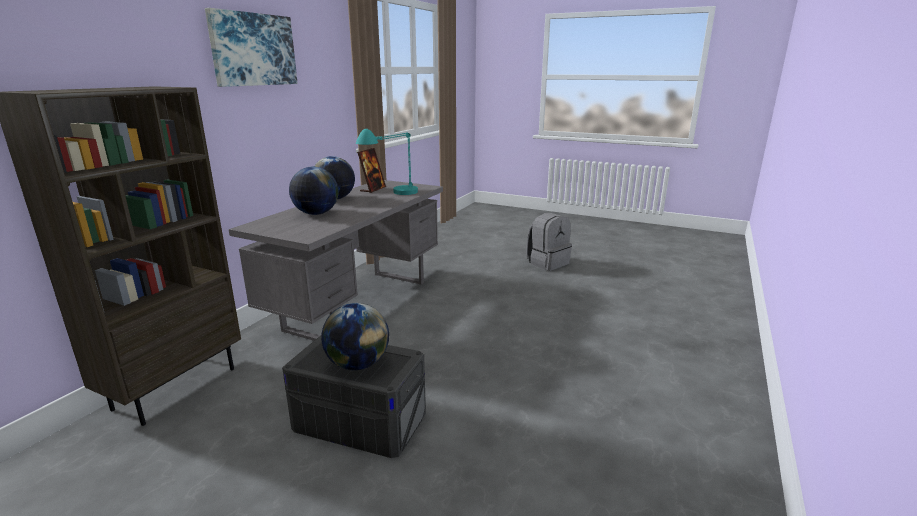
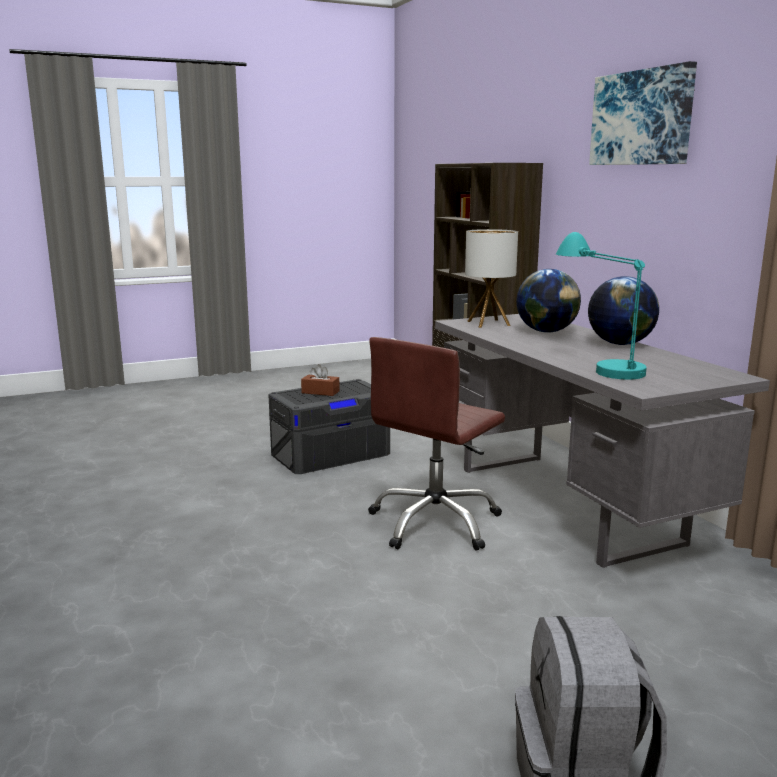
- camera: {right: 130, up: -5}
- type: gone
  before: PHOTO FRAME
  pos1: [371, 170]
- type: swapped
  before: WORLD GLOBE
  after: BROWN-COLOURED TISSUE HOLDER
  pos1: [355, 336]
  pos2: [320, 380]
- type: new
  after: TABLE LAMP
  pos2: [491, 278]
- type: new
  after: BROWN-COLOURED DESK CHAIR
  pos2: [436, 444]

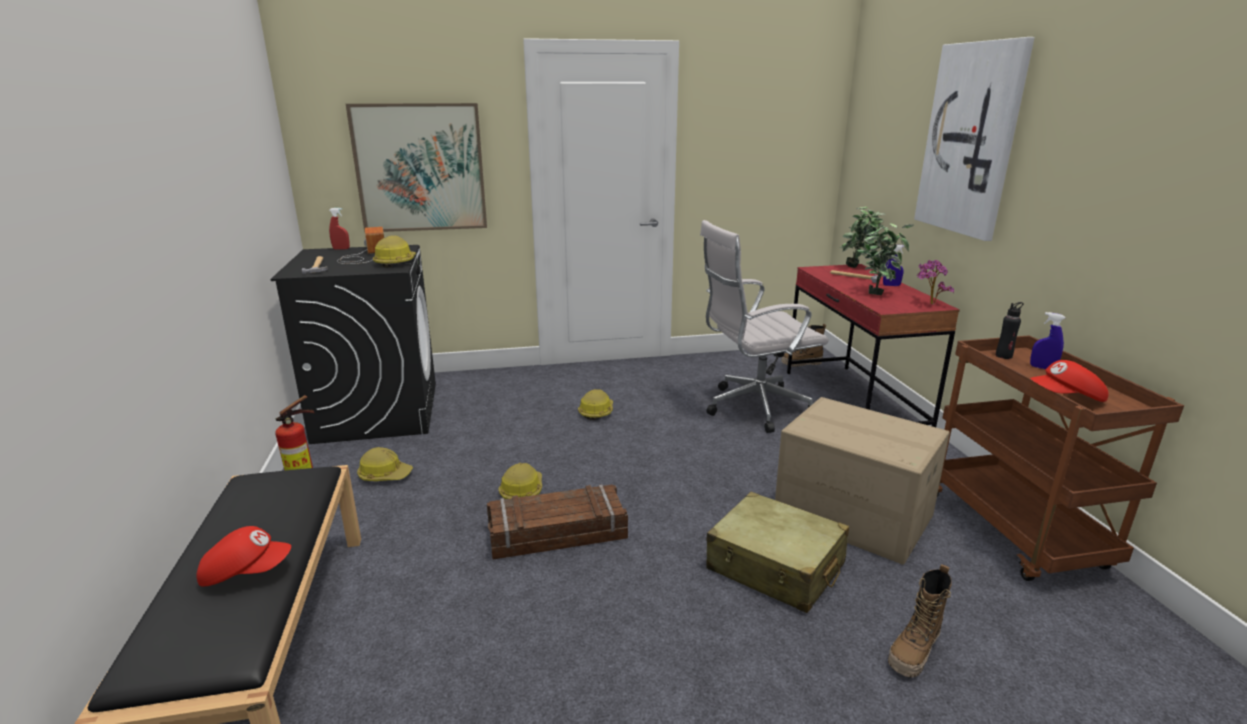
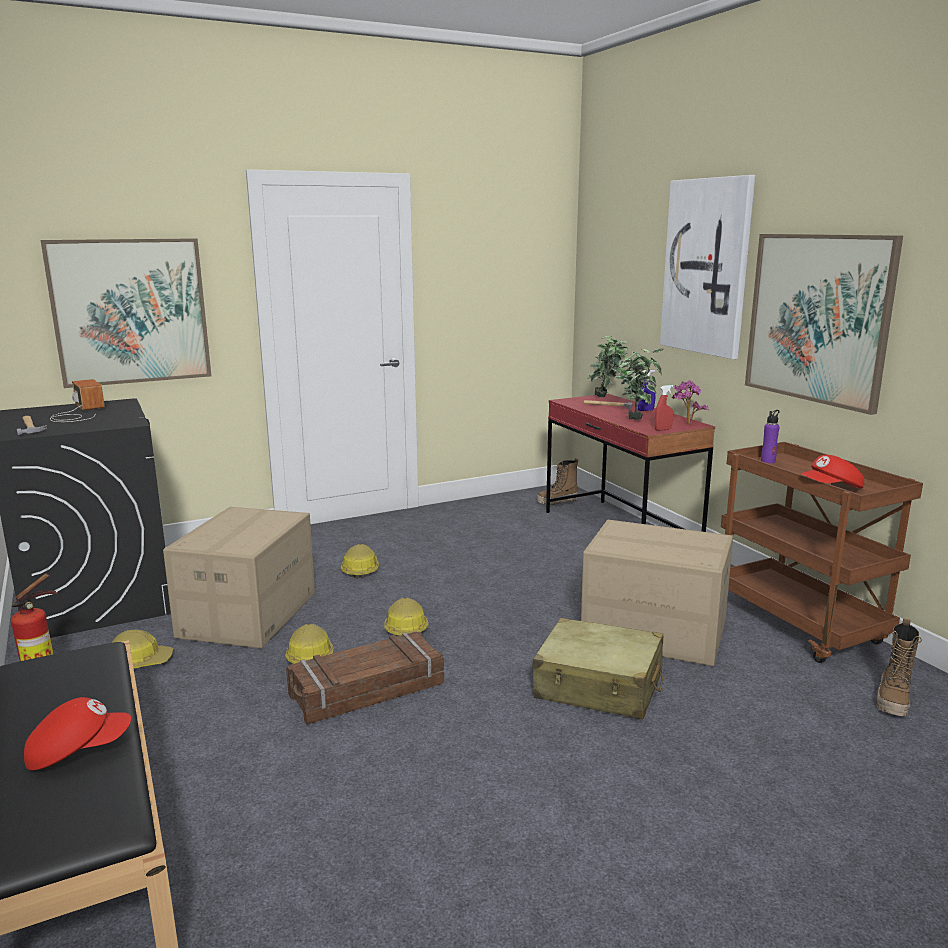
- camera: {right: -15, up: -5}
- type: shifted
  before: RED HAND SPRAYER
  pos1: [339, 229]
  pos2: [664, 408]
- type: gone
  before: WHITE-COLOURED DESK CHAIR
  pos1: [764, 326]
- type: shifted
  before: SAFETY HELMET
  pos1: [394, 251]
  pos2: [406, 616]
- type: repainted
  before: BLACKISH BEVERAGE BOTTLE
  after: PURPLISH BEVERAGE BOTTLE
  pos1: [1010, 330]
  pos2: [770, 436]
- type: gone
  before: BLUISH HAND SPRAYER
  pos1: [1047, 340]
- type: shifted
  before: BOOT
  pos1: [920, 621]
  pos2: [899, 667]
- type: new
  after: WALL PICTURE
  pos2: [824, 324]
- type: new
  after: CARTON
  pos2: [239, 577]

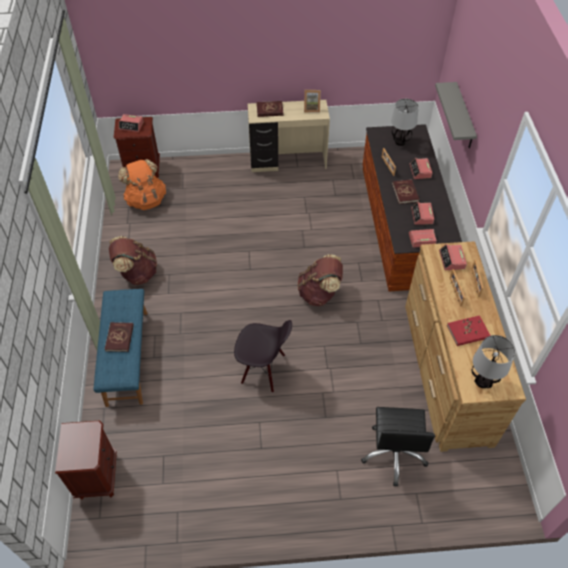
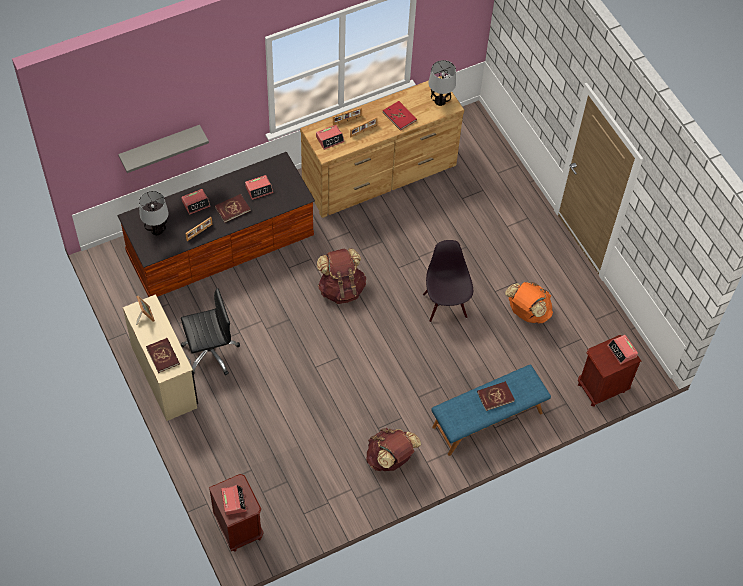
- camera: {right: -115, up: 5}
- type: shifted
  before: ORANGEY BACKPACK
  pos1: [142, 184]
  pos2: [529, 302]
- type: shifted
  before: TABLE CLOCK
  pos1: [423, 238]
  pos2: [622, 350]
- type: shifted
  before: BLACKISH DESK CHAIR
  pos1: [398, 446]
  pos2: [210, 332]

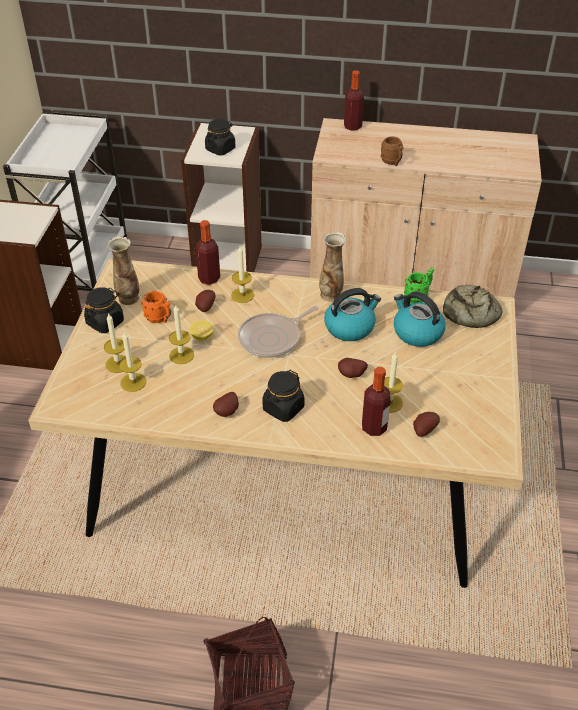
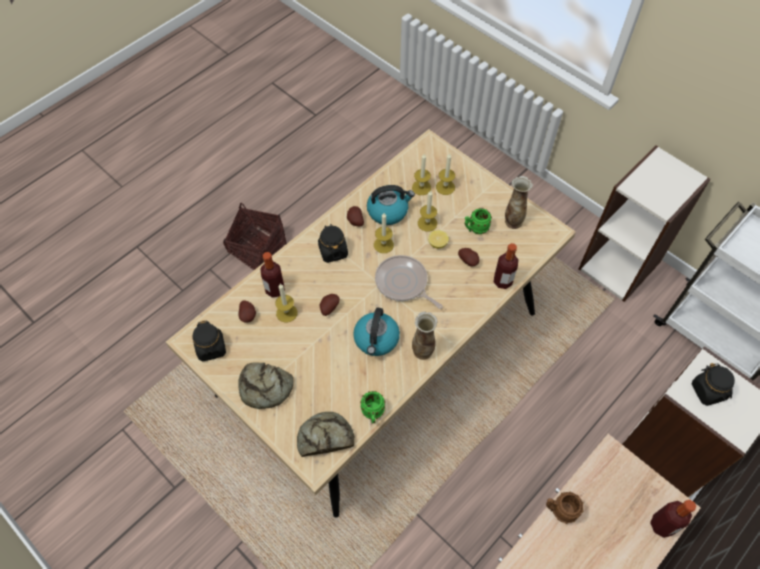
- camera: {right: 125, up: 15}
- type: shifted
  before: CANDLE
  pos1: [242, 274]
  pos2: [384, 233]
- type: shifted
  before: BLACKISH JAR
  pos1: [104, 310]
  pos2: [209, 340]
- type: repainted
  before: ORANGEY COFFEE MUG
  after: GREENISH COFFEE MUG
  pos1: [156, 307]
  pos2: [478, 221]
- type: shifted
  before: WATER KETTLE
  pos1: [420, 319]
  pos2: [391, 205]
- type: rotated
  before: FRYING PAN
  pos1: [278, 332]
  pos2: [409, 282]
  turn: -45
- type: new
  after: BREAD
  pos2: [266, 385]

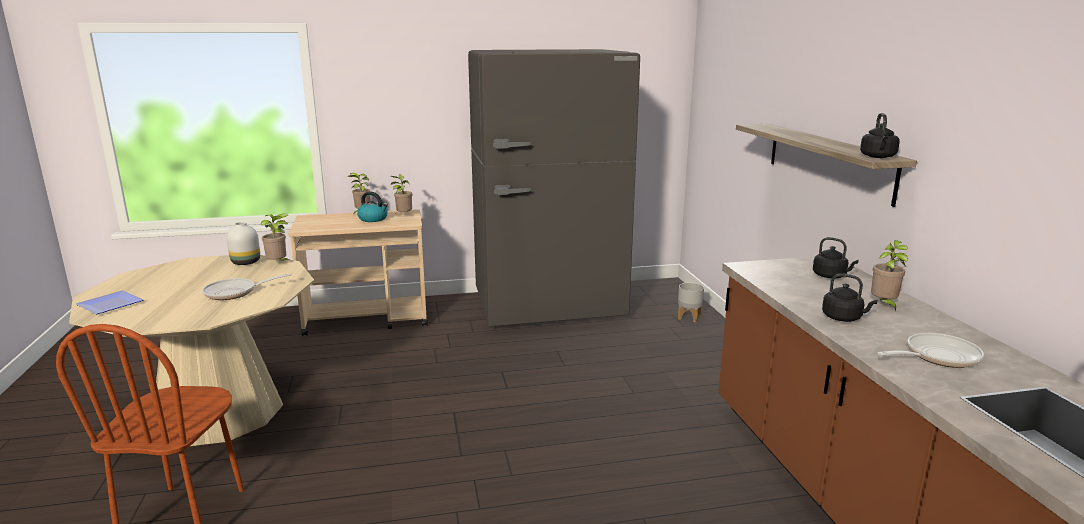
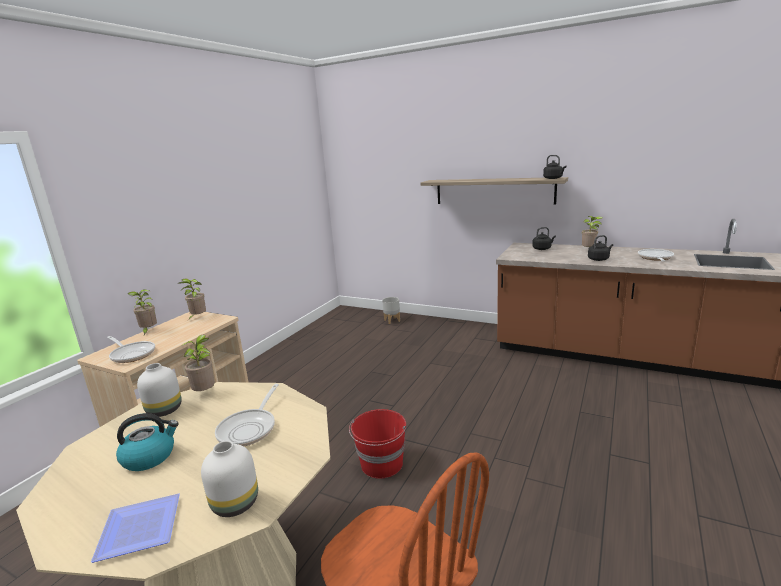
- camera: {right: -50, up: 0}
- type: gone
  before: GRAY KITCHEN FRIDGE
  pos1: [554, 188]
- type: shifted
  before: WATER KETTLE
  pos1: [372, 207]
  pos2: [147, 442]
- type: new
  after: FRYING PAN
  pos2: [131, 349]
- type: new
  after: RED WATER BUCKET
  pos2: [377, 444]
- type: new
  after: WHITE-COLOURED DECORATIVE VASE
  pos2: [229, 479]

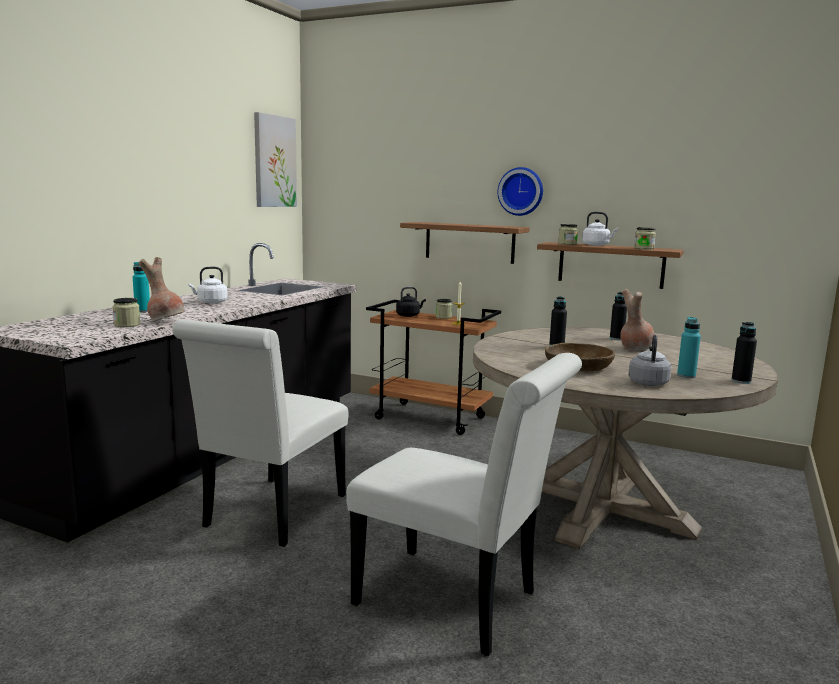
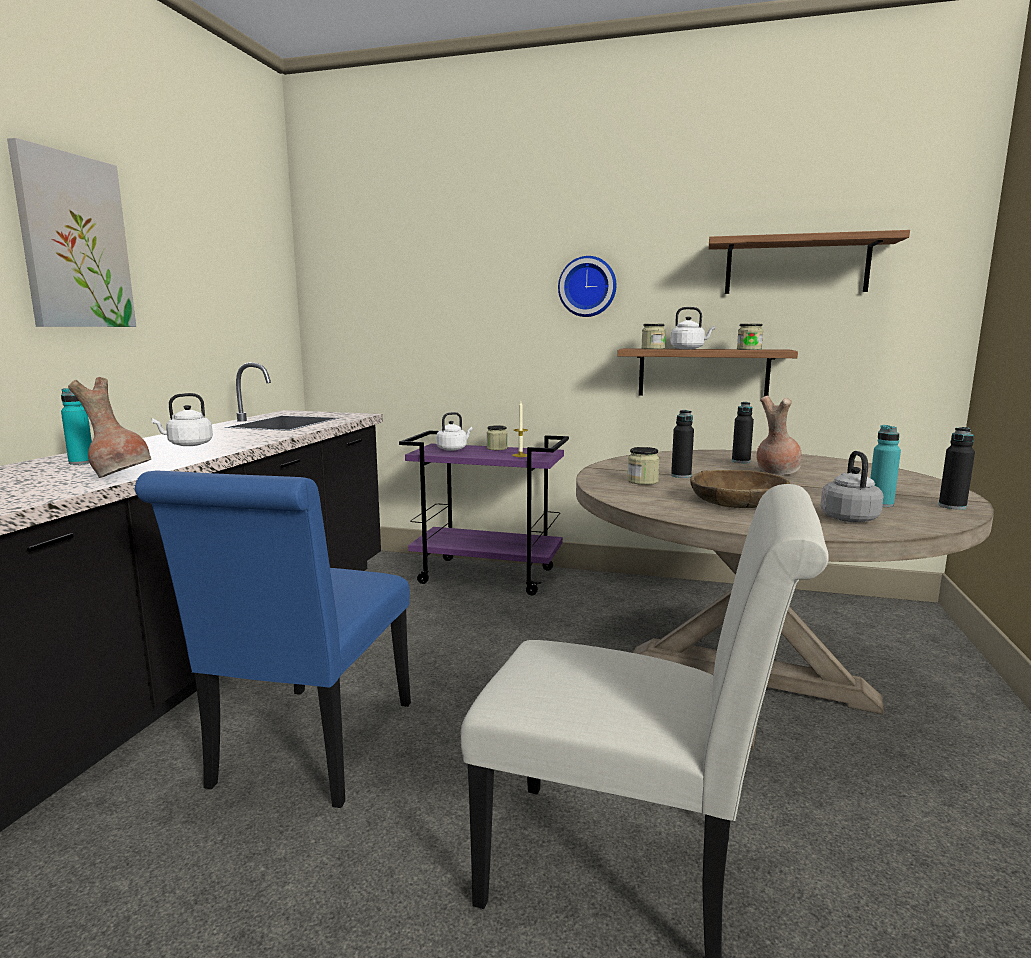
- camera: {right: -10, up: 0}
- type: shifted
  before: WALL PICTURE
  pos1: [275, 159]
  pos2: [71, 232]
- type: shifted
  before: SHELF
  pos1: [464, 243]
  pos2: [809, 262]
- type: repainted
  before: BLACKISH WATER KETTLE
  after: WHITE-COLOURED WATER KETTLE
  pos1: [411, 302]
  pos2: [454, 431]
- type: shifted
  before: JAR
  pos1: [126, 312]
  pos2: [643, 466]
- type: repainted
  before: BROWN-COLOURED CART
  after: PURPLISH CART
  pos1: [433, 367]
  pos2: [484, 513]
- type: repainted
  before: WHITE-COLOURED CHAIR
  after: BLUISH CHAIR
  pos1: [260, 433]
  pos2: [273, 639]

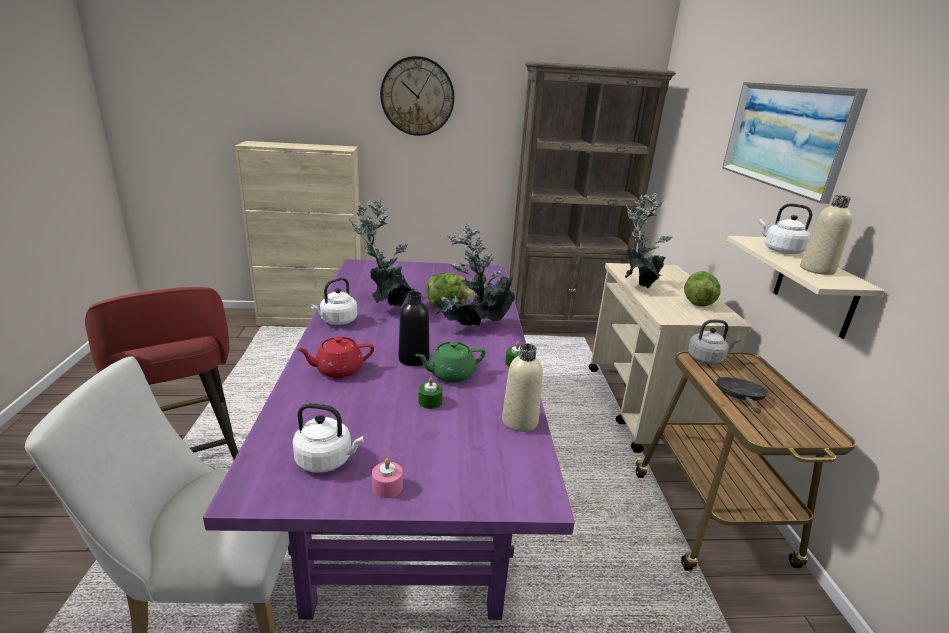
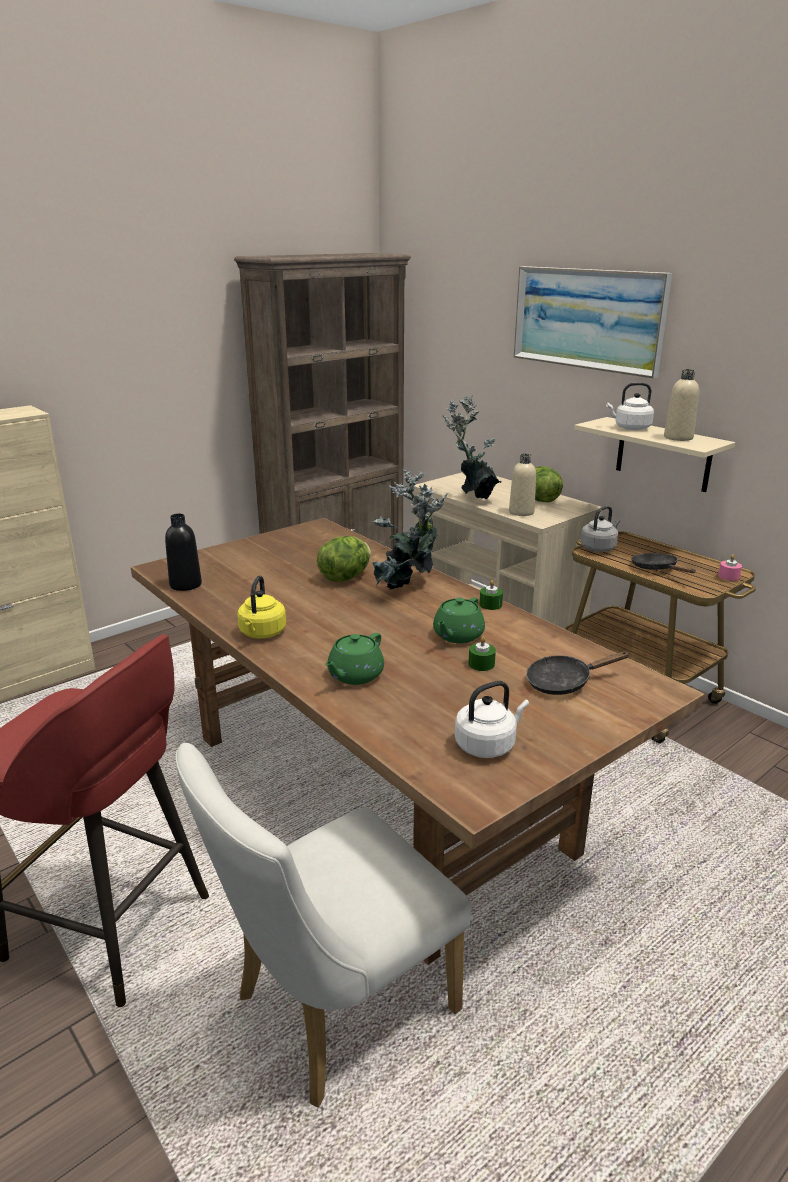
- camera: {right: -35, up: 0}
- type: gone
  before: CLOCK ON THE WALL
  pos1: [417, 96]
- type: gone
  before: PLANT IN A POT
  pos1: [381, 252]
- type: repainted
  before: PURPLISH KITCHEN TABLE
  after: BROWN-COLOURED KITCHEN TABLE
  pos1: [389, 439]
  pos2: [417, 741]
- type: repainted
  before: WHITE-COLOURED WATER KETTLE
  after: YELLOW WATER KETTLE
  pos1: [334, 301]
  pos2: [261, 607]
- type: shifted
  before: BLACKISH BEVERAGE BOTTLE
  pos1: [413, 328]
  pos2: [183, 552]
- type: repainted
  before: RED POT FOR TEA
  after: GREENISH POT FOR TEA
  pos1: [335, 357]
  pos2: [354, 659]
- type: shifted
  before: BEIGE BEVERAGE BOTTLE
  pos1: [522, 388]
  pos2: [522, 485]
- type: shifted
  before: PINK CANDLE
  pos1: [387, 478]
  pos2: [730, 567]
- type: new
  after: BLACKISH FRYING PAN
  pos2: [577, 673]

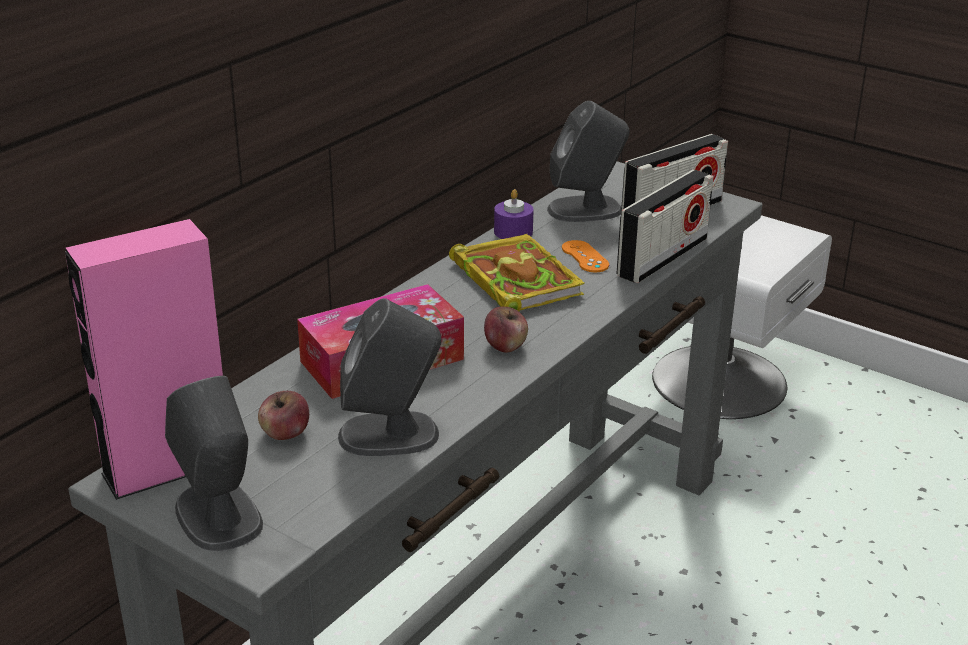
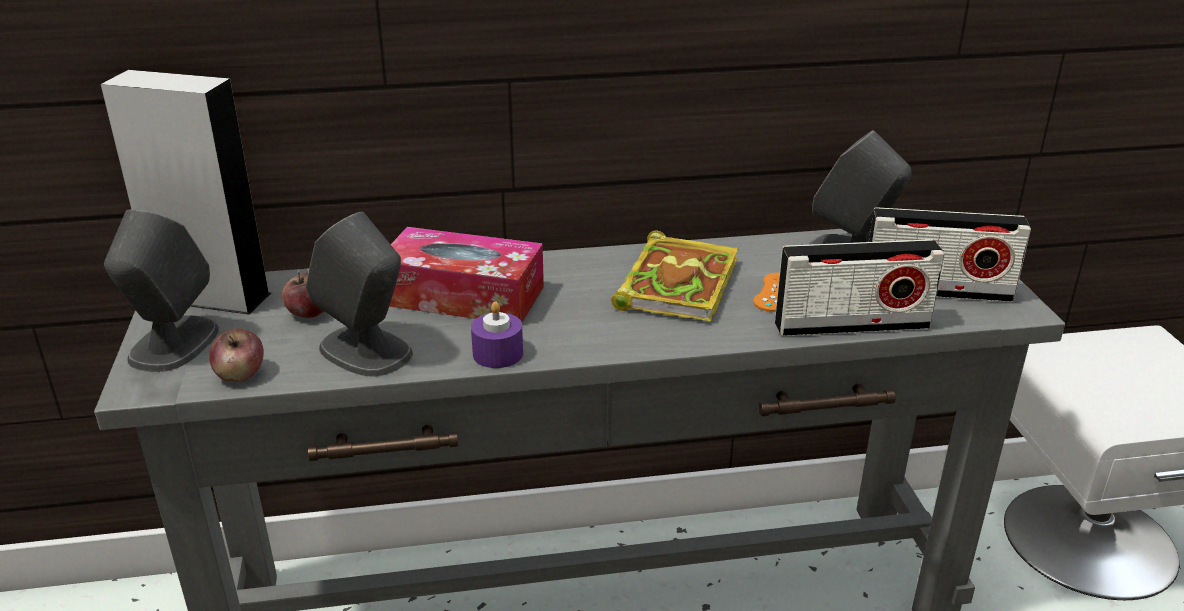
- camera: {right: 45, up: 0}
- type: shifted
  before: PURPLISH CANDLE
  pos1: [514, 214]
  pos2: [497, 334]
- type: repainted
  before: PINK AUDIO SPEAKER
  after: GRAY AUDIO SPEAKER
  pos1: [144, 359]
  pos2: [185, 192]
- type: shifted
  before: APPLE
  pos1: [506, 330]
  pos2: [236, 355]

